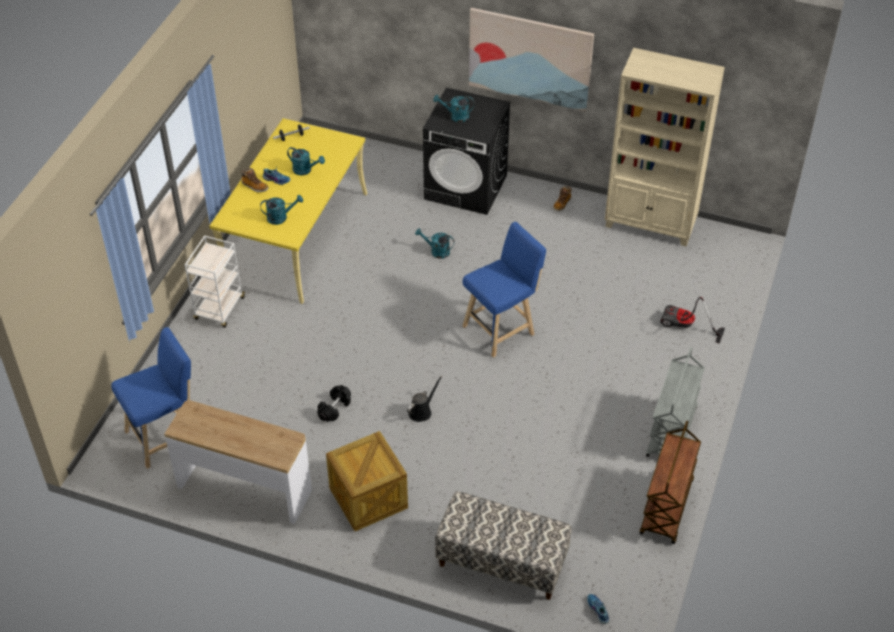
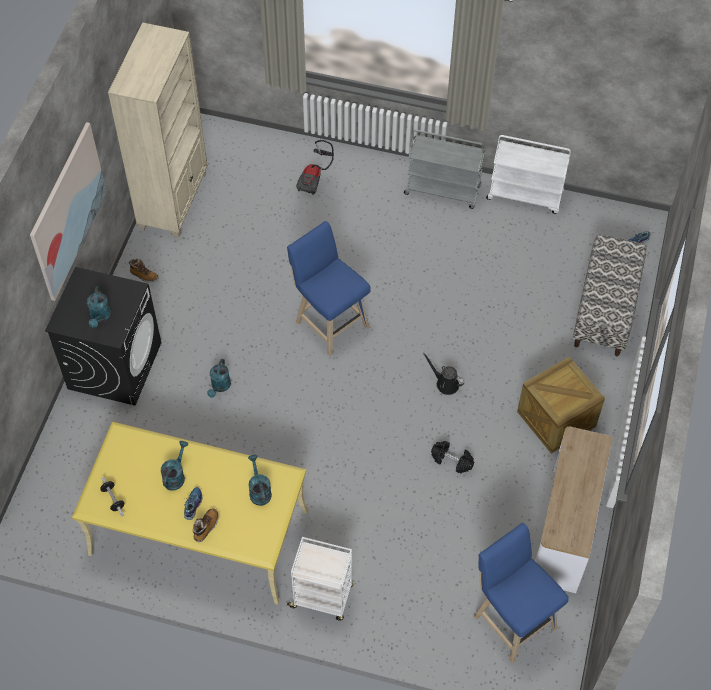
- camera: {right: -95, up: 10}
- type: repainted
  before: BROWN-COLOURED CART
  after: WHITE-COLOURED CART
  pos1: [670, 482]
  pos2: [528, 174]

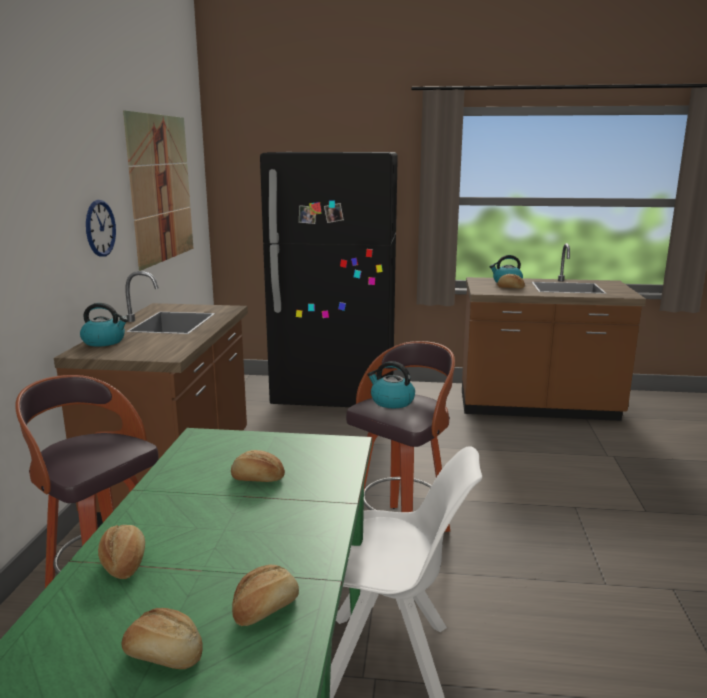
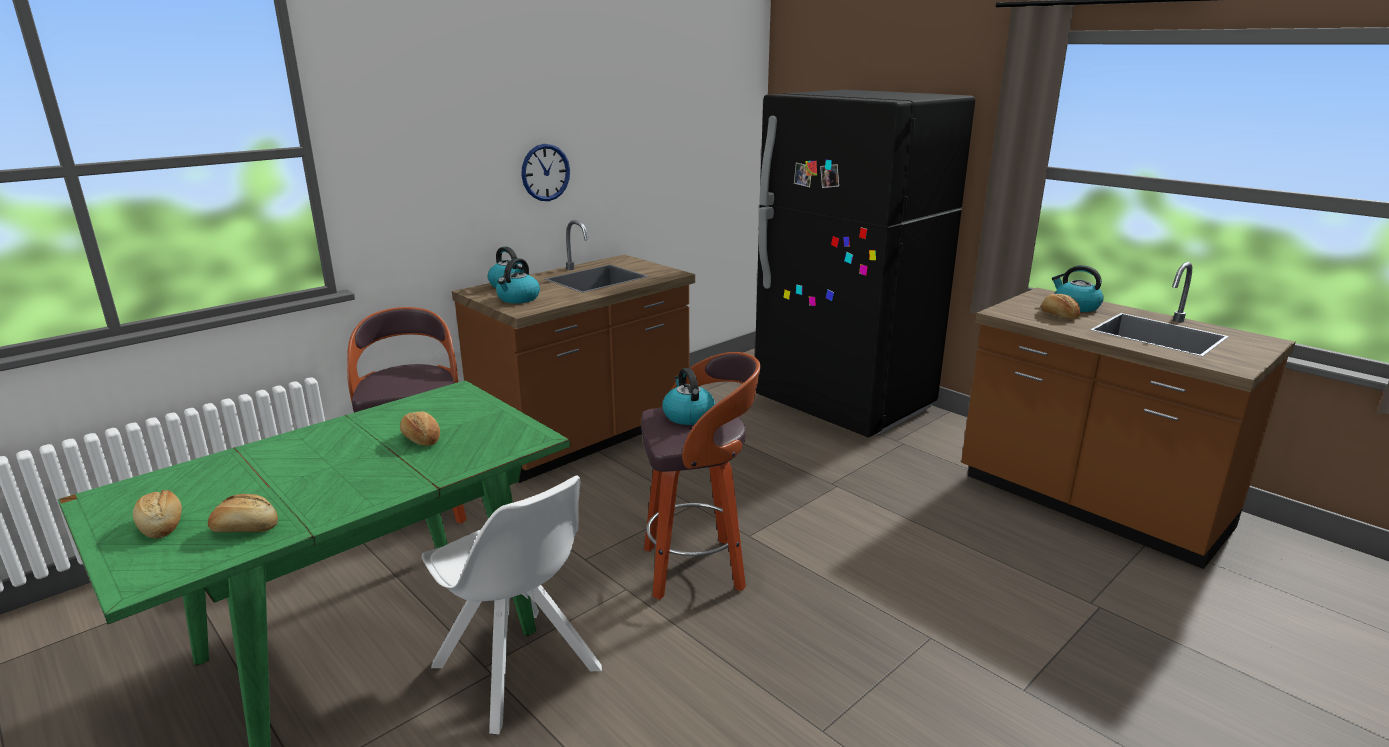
- camera: {right: 40, up: 5}
- type: gone
  before: WALL PICTURE
  pos1: [158, 190]
- type: gone
  before: BREAD
  pos1: [121, 552]
- type: new
  after: WATER KETTLE
  pos2: [518, 280]

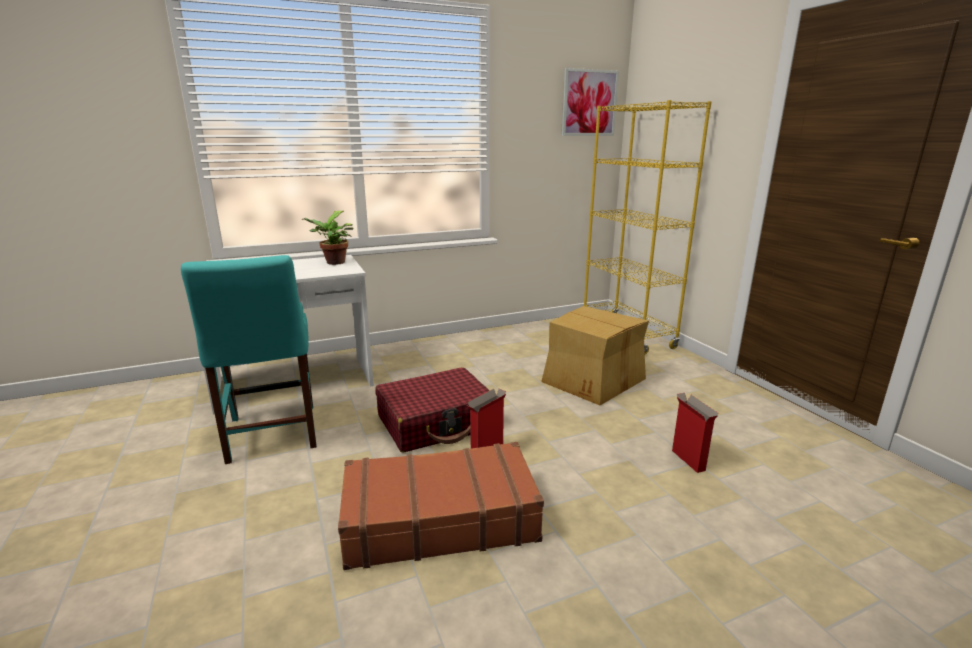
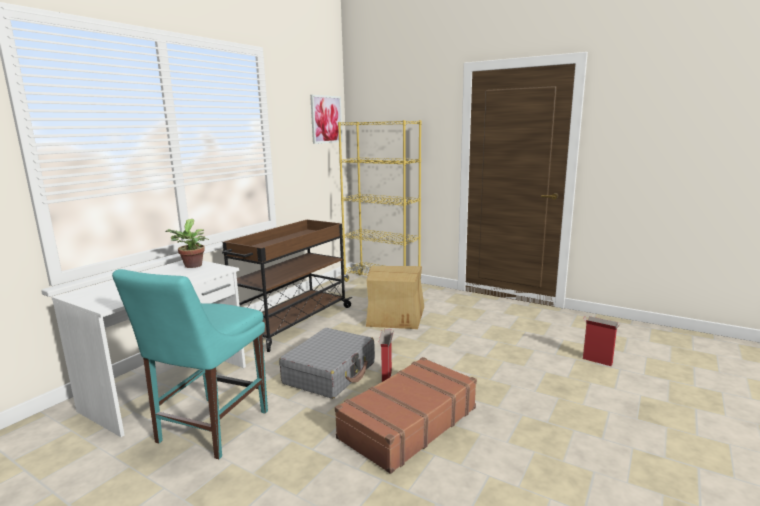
- camera: {right: -35, up: -5}
- type: rotated
  before: TURQUOISE CHAIR
  pos1: [249, 359]
  pos2: [190, 364]
  turn: 75
- type: repainted
  before: RED SUITCASE
  after: GRAY SUITCASE
  pos1: [432, 409]
  pos2: [327, 363]
- type: shifted
  before: CARTON
  pos1: [695, 433]
  pos2: [601, 341]
- type: new
  after: BROWN-COLOURED CART
  pos2: [287, 286]

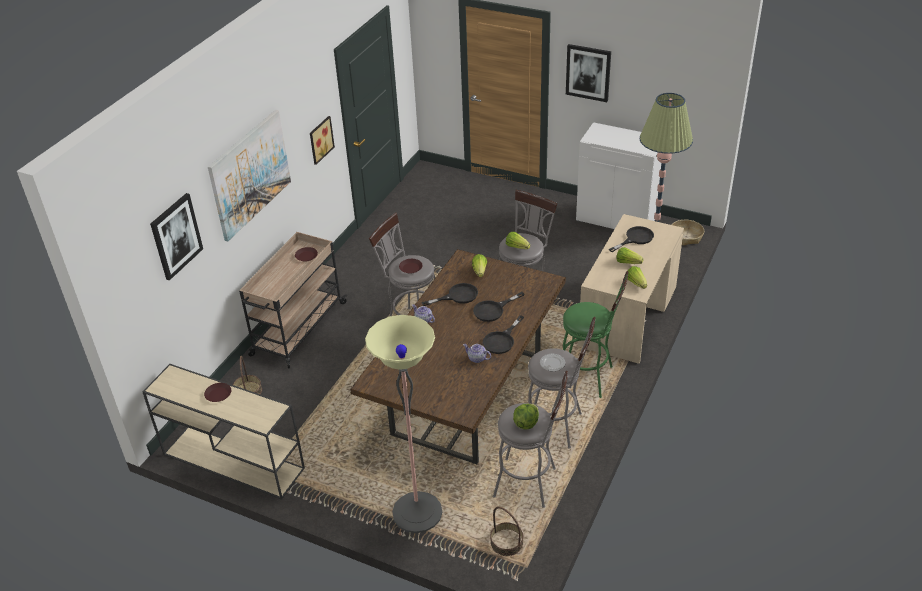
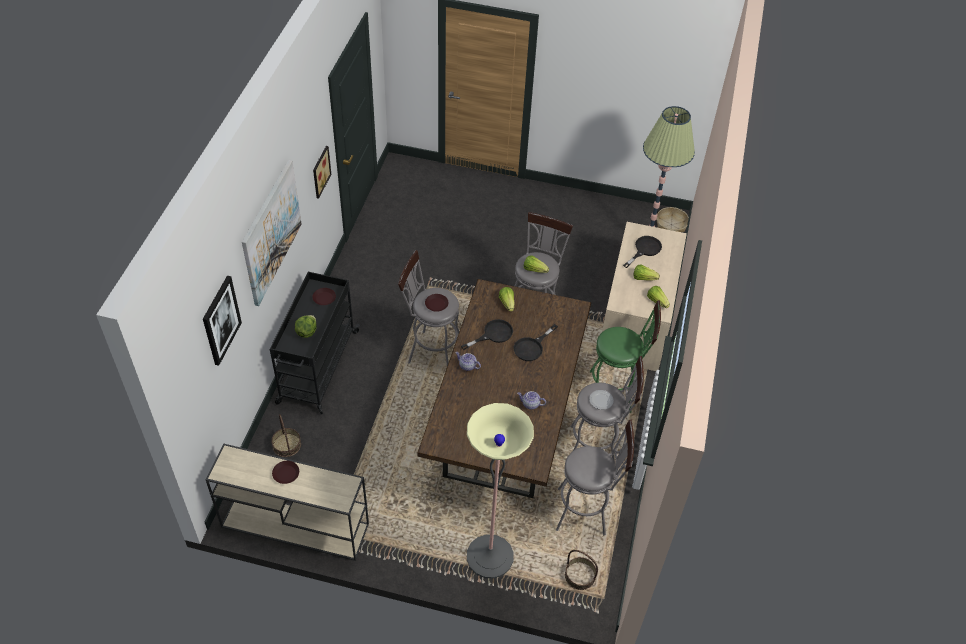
- camera: {right: -15, up: 10}
- type: gone
  before: WALL PICTURE
  pos1: [588, 73]
- type: gone
  before: WHITE-COLOURED CABINET
  pos1: [618, 175]
- type: repainted
  before: BEIGE CART
  after: BLACKISH CART
  pos1: [293, 300]
  pos2: [315, 343]
- type: gone
  before: BLACKISH FRYING PAN
  pos1: [503, 334]
- type: shifted
  before: LETTUCE
  pos1: [526, 417]
  pos2: [306, 326]

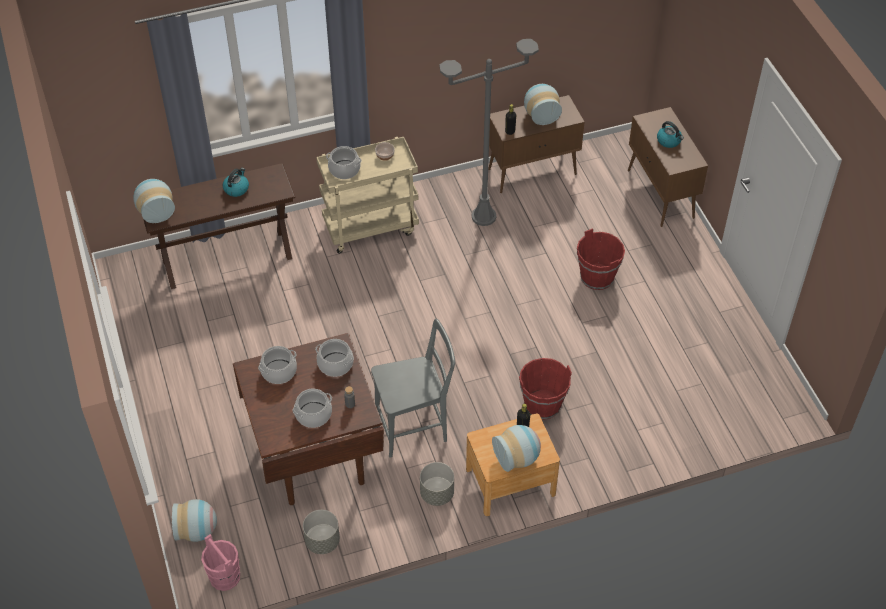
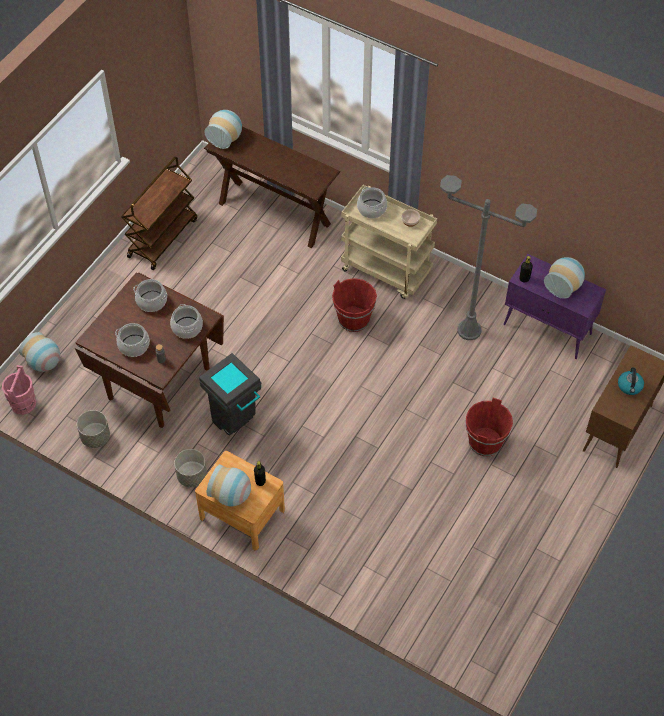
- camera: {right: 50, up: 5}
- type: repainted
  before: BROWN-COLOURED CABINET
  after: PURPLISH CABINET
  pos1: [536, 144]
  pos2: [555, 306]
- type: gone
  before: WATER KETTLE
  pos1: [236, 182]
- type: swapped
  before: GRAY CHAIR
  after: GRAY TRASH CAN
  pos1: [413, 388]
  pos2: [230, 394]
- type: shifted
  before: RED WATER BUCKET
  pos1: [545, 389]
  pos2: [354, 305]
- type: new
  after: BROWN-COLOURED CART
  pos2: [159, 213]

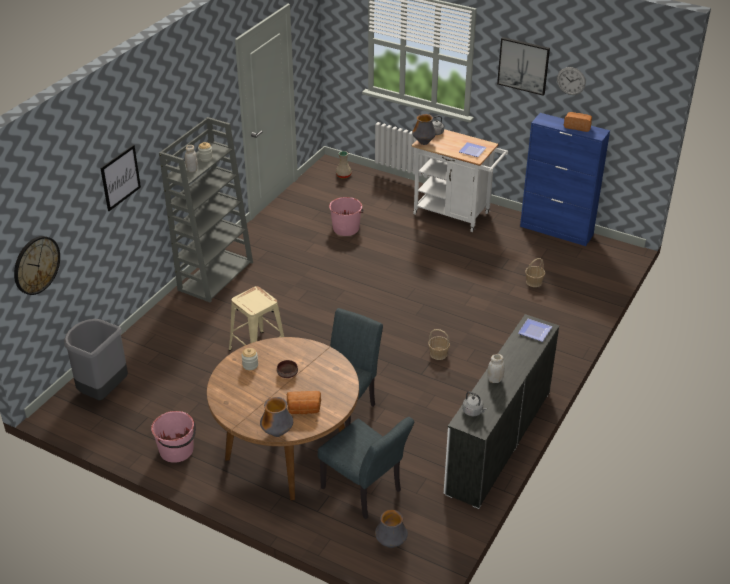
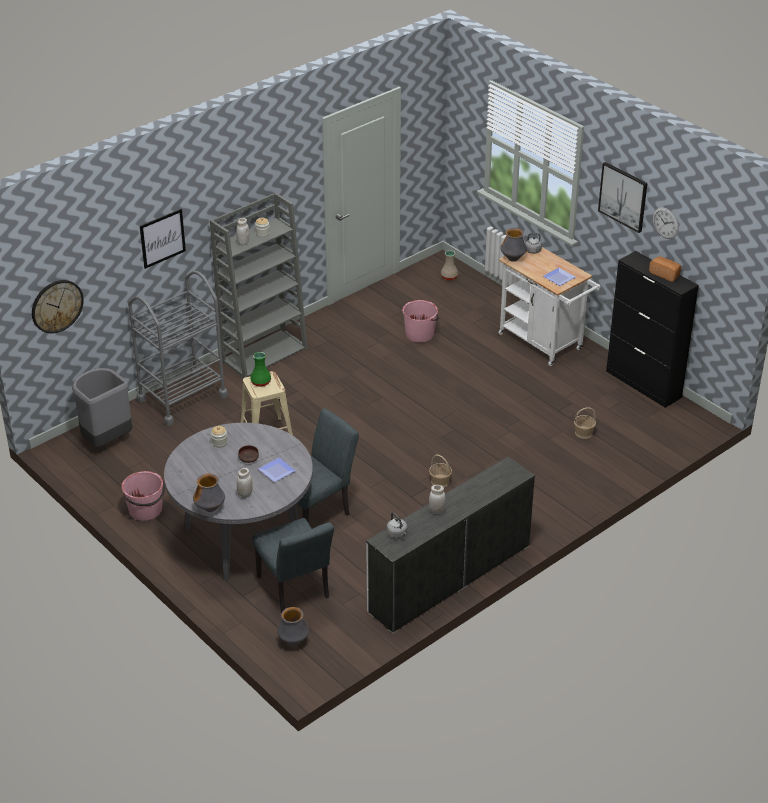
- camera: {right: 20, up: 0}
- type: repainted
  before: BLUISH CABINET
  after: BLACKISH CABINET
  pos1: [565, 179]
  pos2: [652, 329]
- type: shifted
  before: PLATE
  pos1: [535, 330]
  pos2: [277, 469]
- type: repainted
  before: BROWN-COLOURED KITCHEN TABLE
  after: GRAY KITCHEN TABLE
  pos1: [283, 418]
  pos2: [238, 501]
- type: swapped
  before: BREAD
  after: WHITE-COLOURED JAR
  pos1: [304, 402]
  pos2: [245, 483]
- type: new
  after: GRAY CART
  pos2: [178, 348]
- type: new
  after: GREENISH DECORATIVE VASE
  pos2: [260, 369]

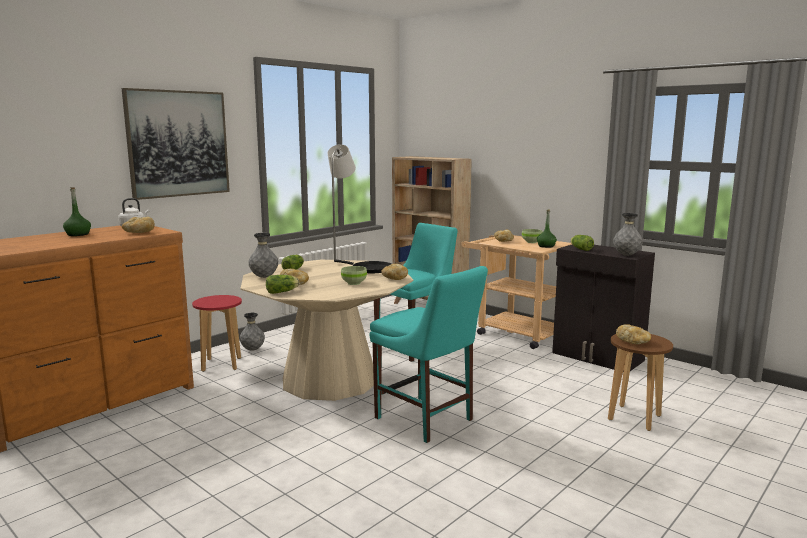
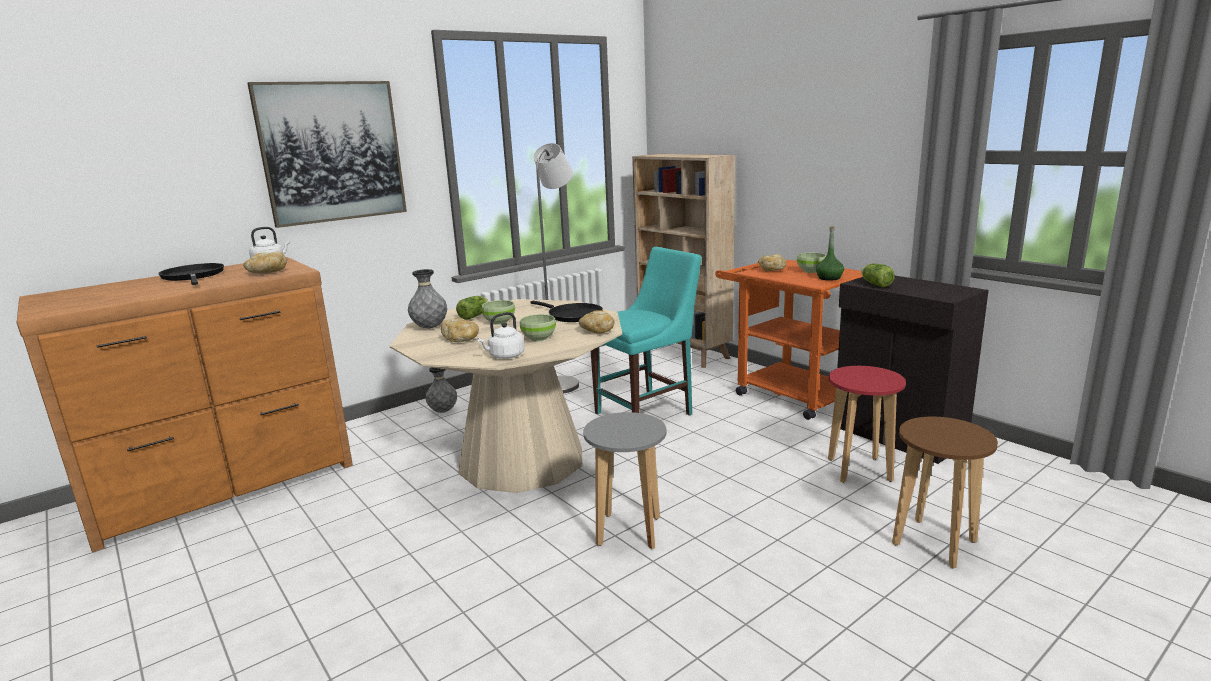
- camera: {right: 10, up: 5}
- type: swapped
  before: GREENISH BEVERAGE BOTTLE
  after: BLACKISH FRYING PAN
  pos1: [77, 211]
  pos2: [191, 274]
- type: gone
  before: GRAY DECORATIVE VASE
  pos1: [628, 234]
- type: repainted
  before: BEIGE CART
  after: ORANGEY CART
  pos1: [516, 292]
  pos2: [789, 340]
- type: swapped
  before: TURQUOISE CHAIR
  after: GRAY SITTING STOOL
  pos1: [428, 354]
  pos2: [624, 480]
- type: gone
  before: LETTUCE
  pos1: [282, 284]
- type: shifted
  before: RED SITTING STOOL
  pos1: [217, 333]
  pos2: [867, 424]
- type: gone
  before: BREAD
  pos1: [633, 334]
- type: new
  after: GREENISH DEEP DISH
  pos2: [498, 312]
- type: new
  after: WHITE-COLOURED WATER KETTLE
  pos2: [500, 335]

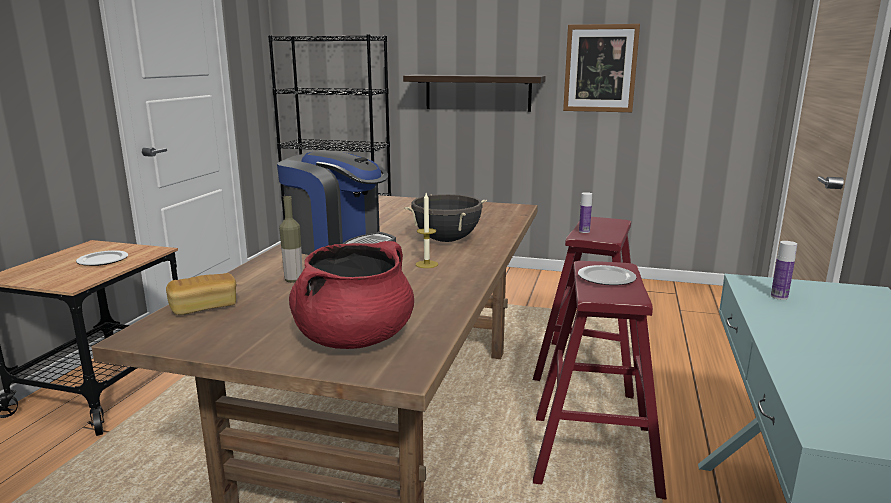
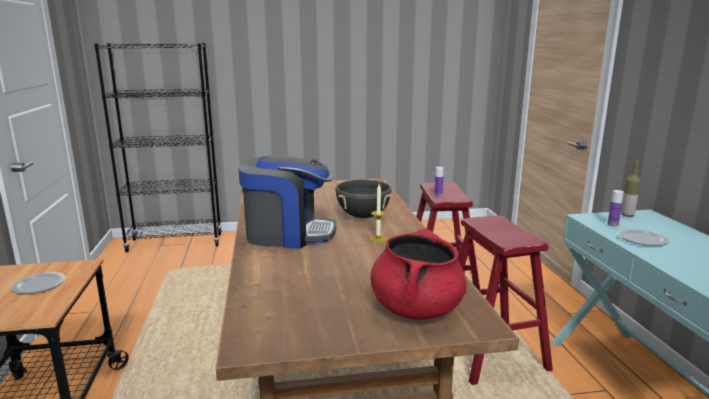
- camera: {right: -25, up: 0}
- type: gone
  before: WALL PICTURE
  pos1: [601, 68]
- type: gone
  before: SHELF
  pos1: [474, 93]
- type: shifted
  before: BEVERAGE BOTTLE
  pos1: [291, 239]
  pos2: [631, 188]
- type: shifted
  before: PLATE
  pos1: [607, 275]
  pos2: [644, 237]
- type: gone
  before: BREAD
  pos1: [201, 294]

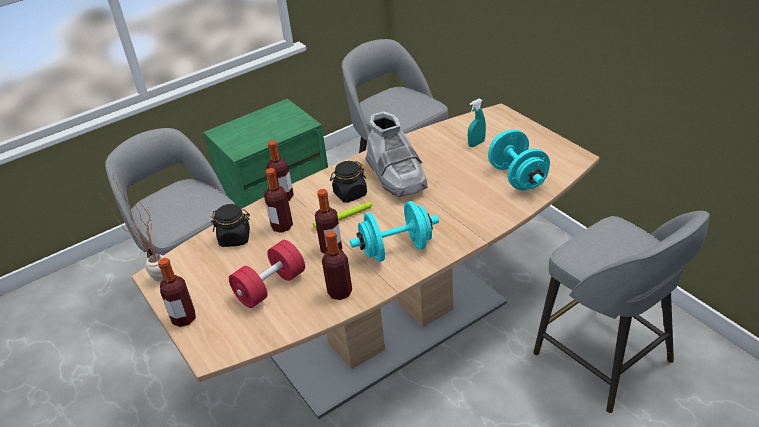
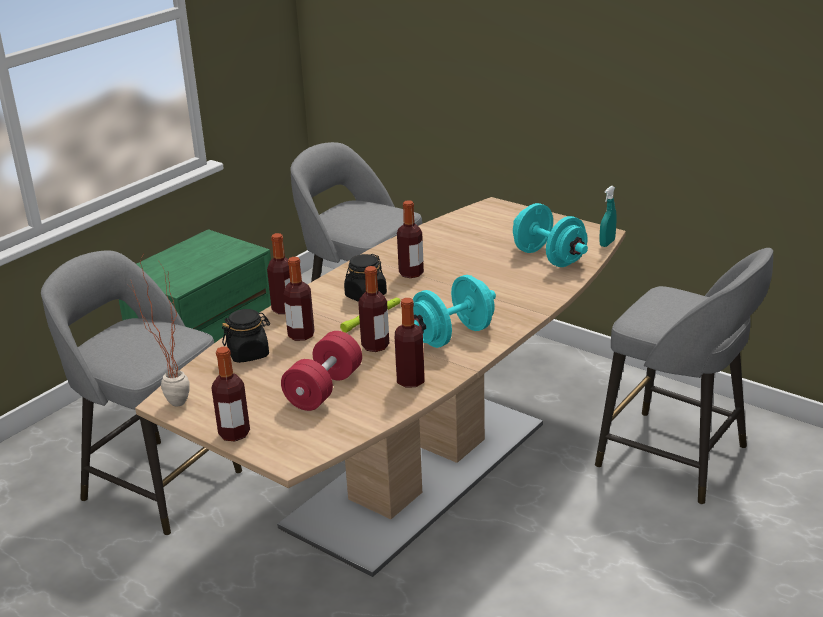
- camera: {right: -20, up: -10}
- type: shifted
  before: TURQUOISE HAND SPRAYER
  pos1: [477, 123]
  pos2: [608, 216]
- type: swapped
  before: GRAY BOOT
  after: BEVERAGE BOTTLE
  pos1: [396, 154]
  pos2: [410, 239]

